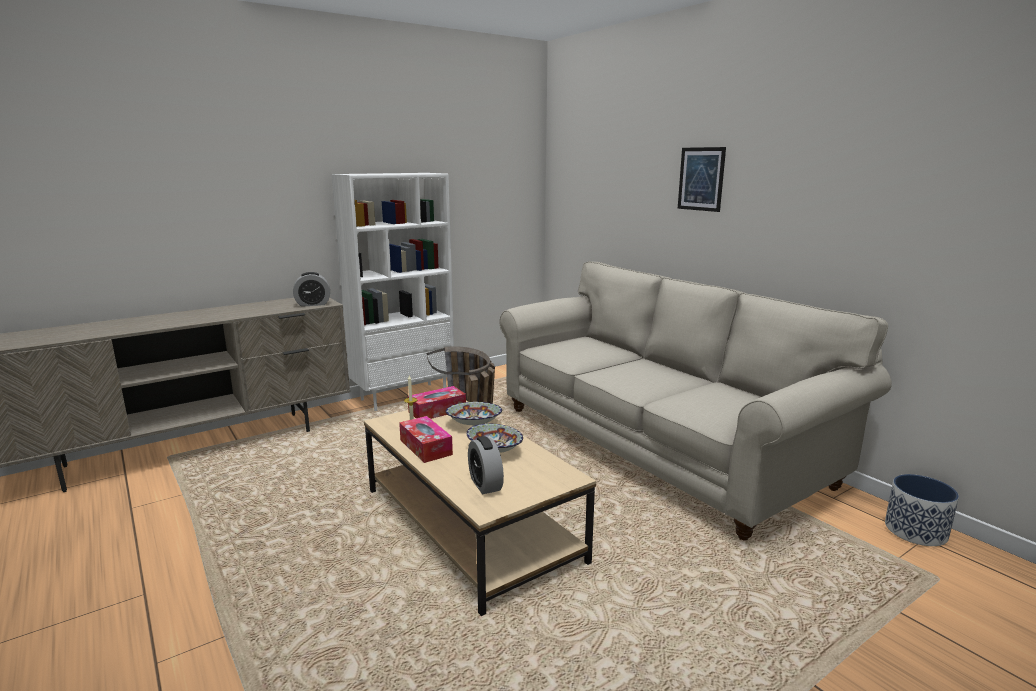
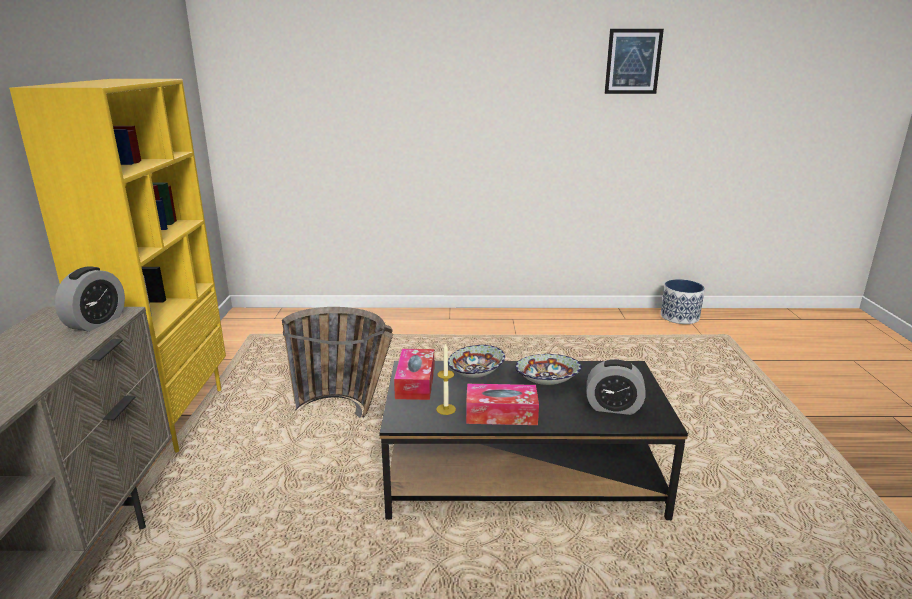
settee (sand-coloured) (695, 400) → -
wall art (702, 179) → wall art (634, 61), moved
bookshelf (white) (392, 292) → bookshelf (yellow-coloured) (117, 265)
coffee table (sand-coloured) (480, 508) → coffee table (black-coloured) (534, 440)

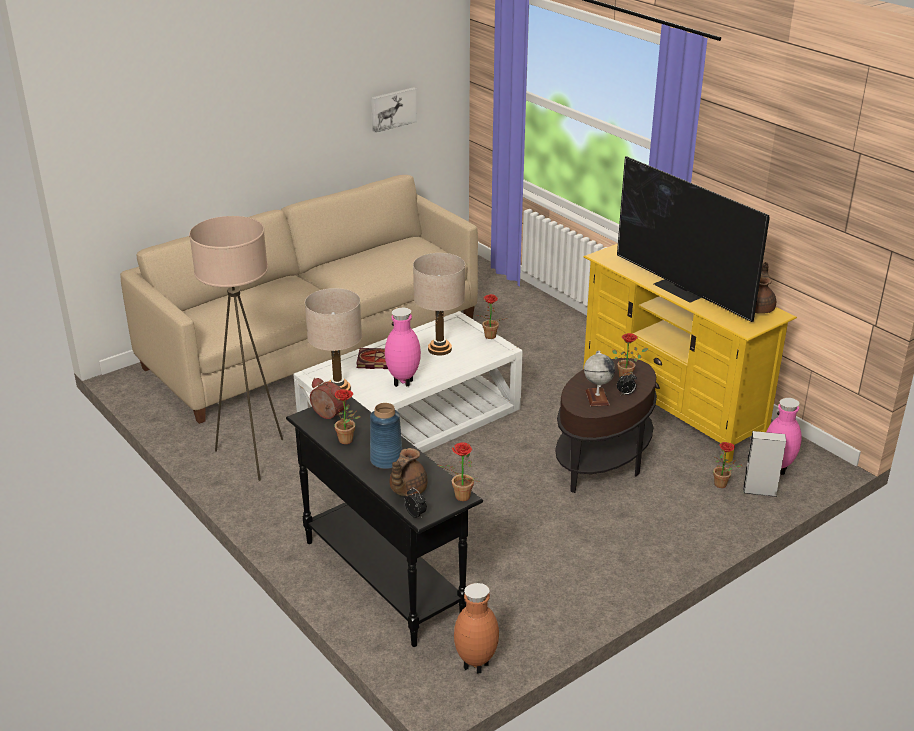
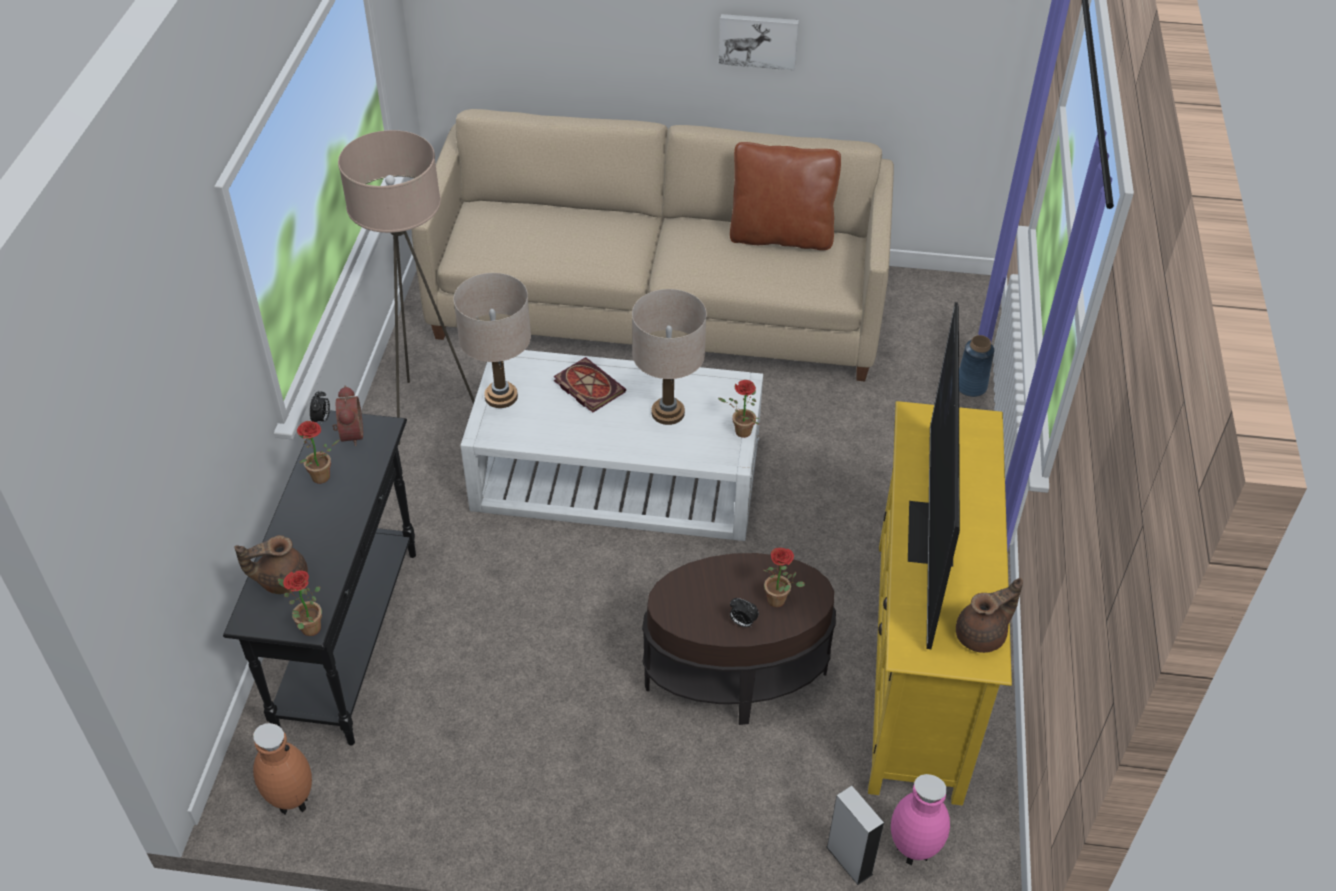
decorative vase (pink-coloured) (403, 347) → -
desk globe (599, 378) → -
potted plant (727, 465) → -
- → pillow (brown) (785, 196)
decorative vase (bluish) (386, 436) → decorative vase (bluish) (976, 366), moved
wall art (394, 110) → wall art (759, 42), moved
table clock (416, 503) → table clock (320, 407), moved

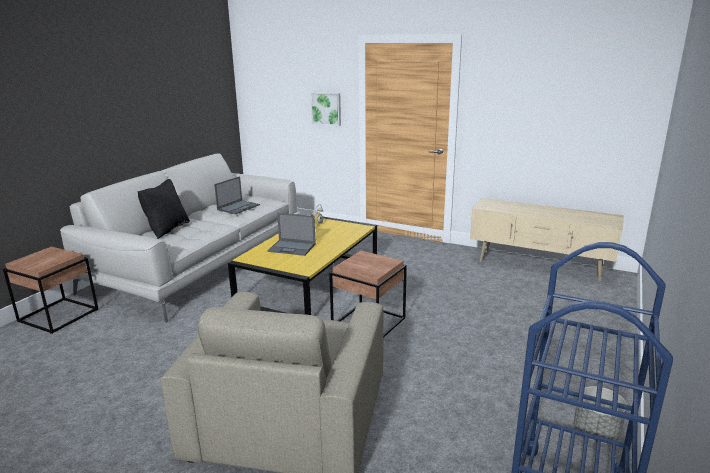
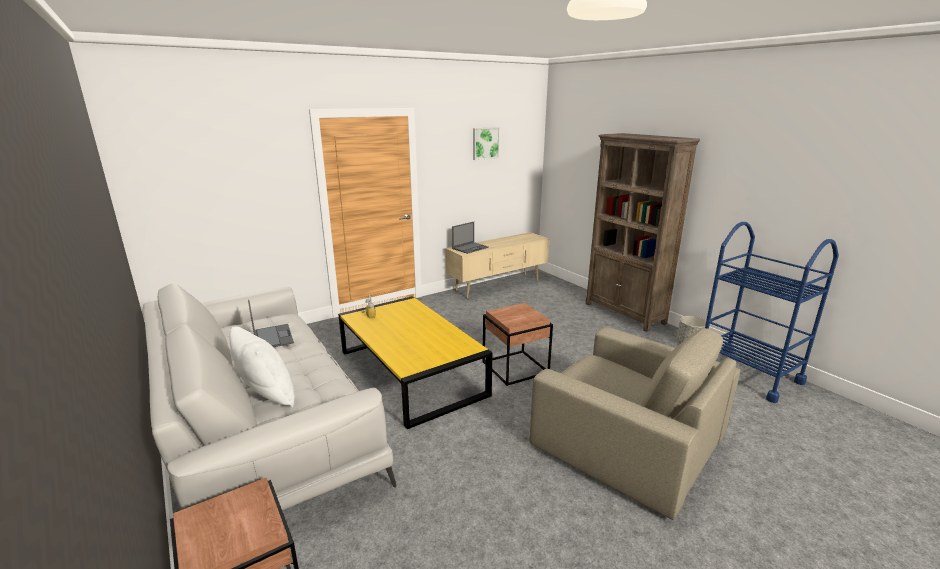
- → bookshelf (brown) (643, 232)
portable computer (291, 234) → portable computer (470, 238), moved
wall art (326, 109) → wall art (486, 143), moved
pillow (black-coloured) (163, 209) → pillow (white) (262, 366)

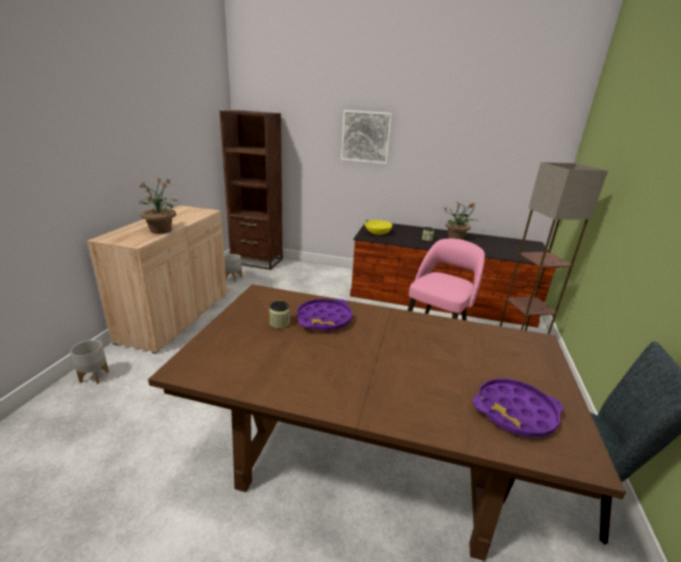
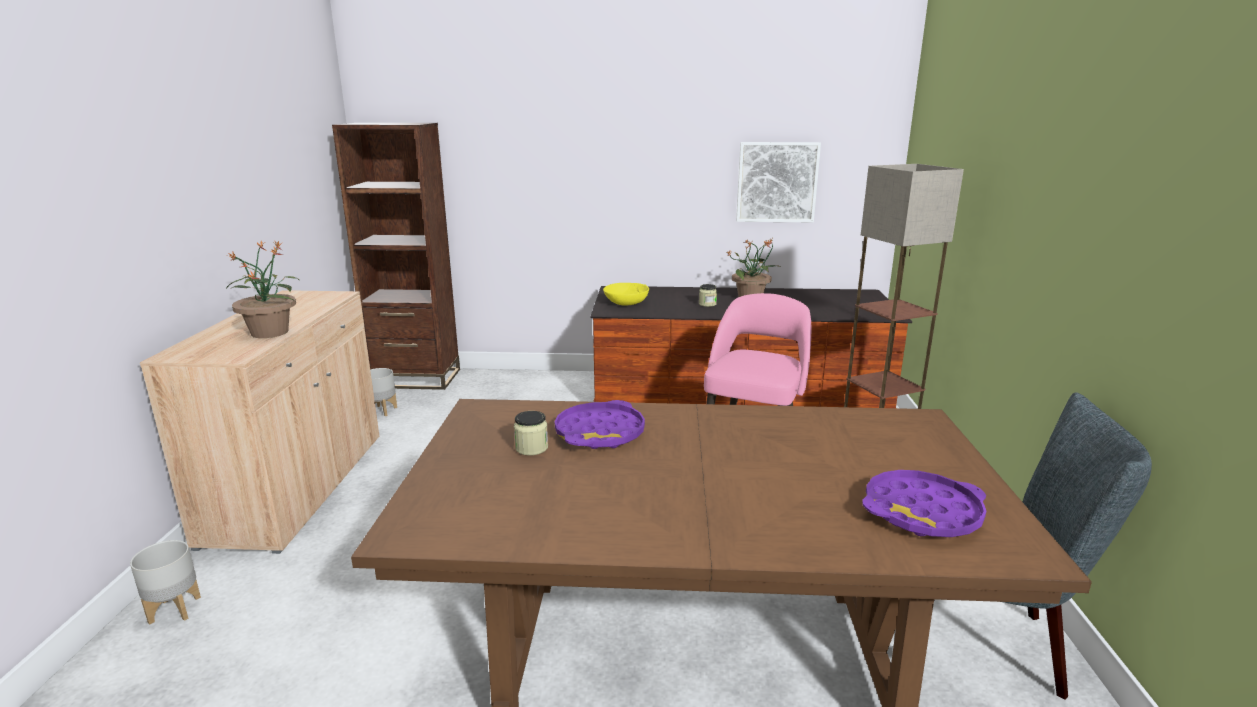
wall art (366, 137) → wall art (778, 182), moved

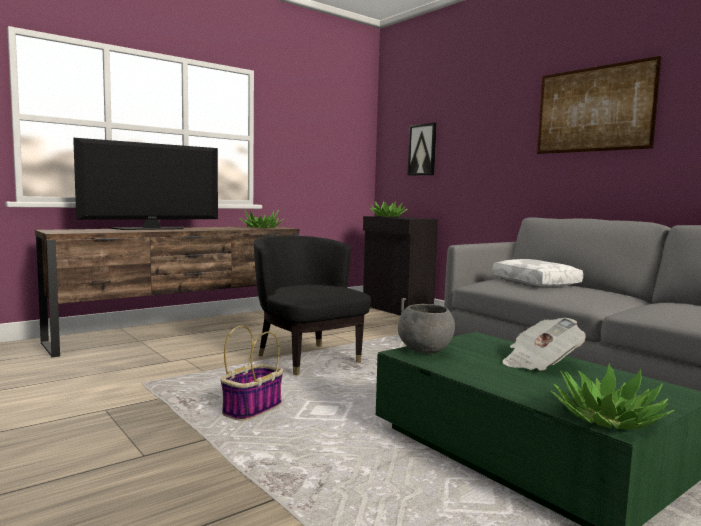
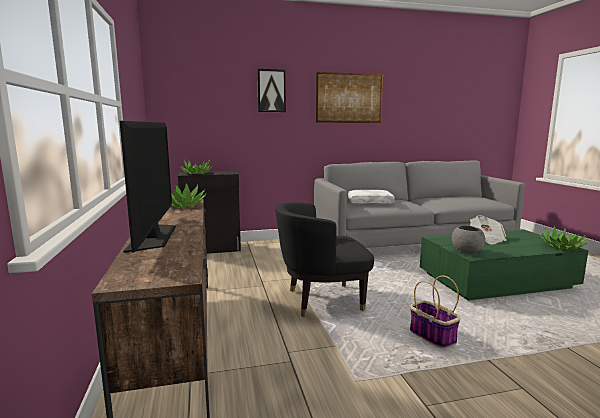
wall art (422, 149) → wall art (271, 90), moved

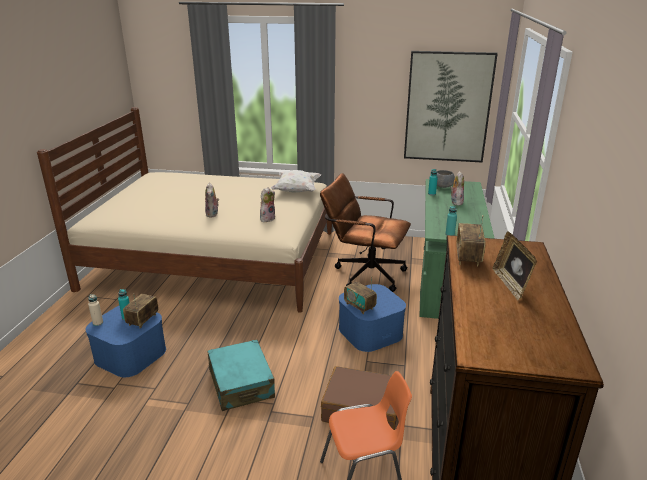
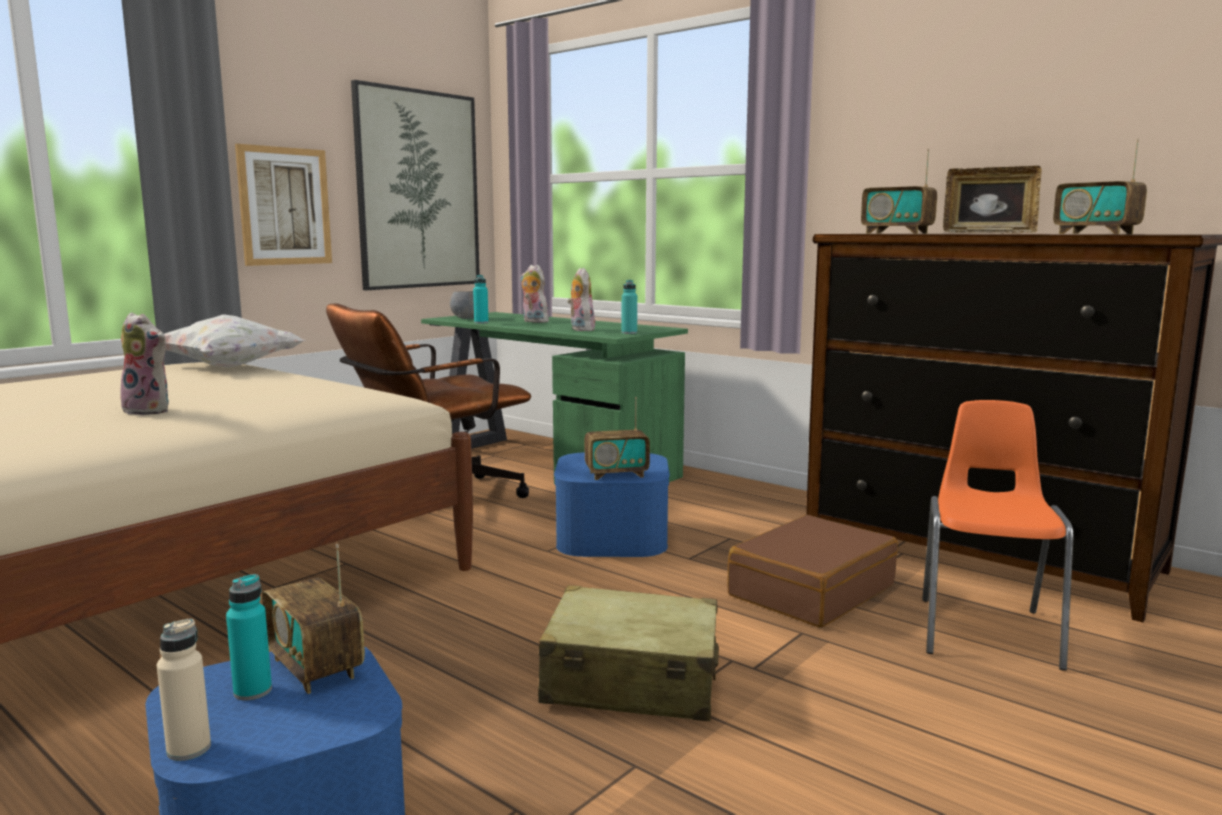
- → wall art (283, 205)
- → radio (1100, 186)
soft toy (267, 204) → soft toy (581, 299), moved
piece of luggage (blue-green) (241, 375) → piece of luggage (sand-coloured) (628, 653)

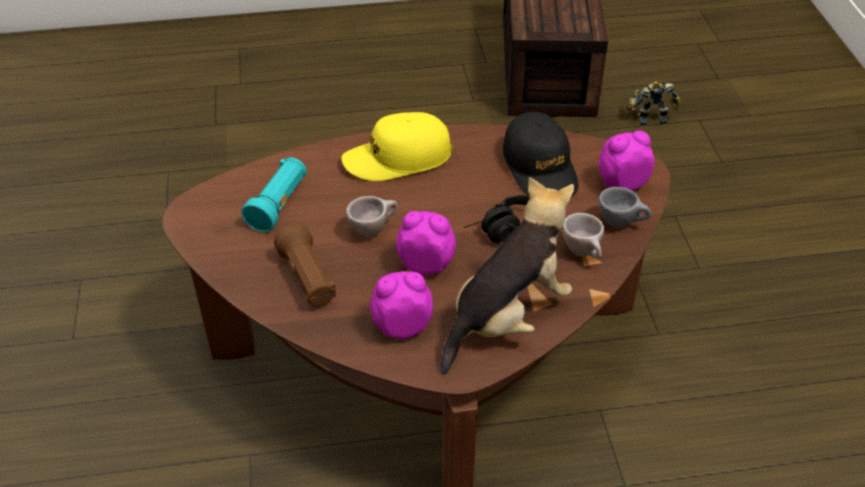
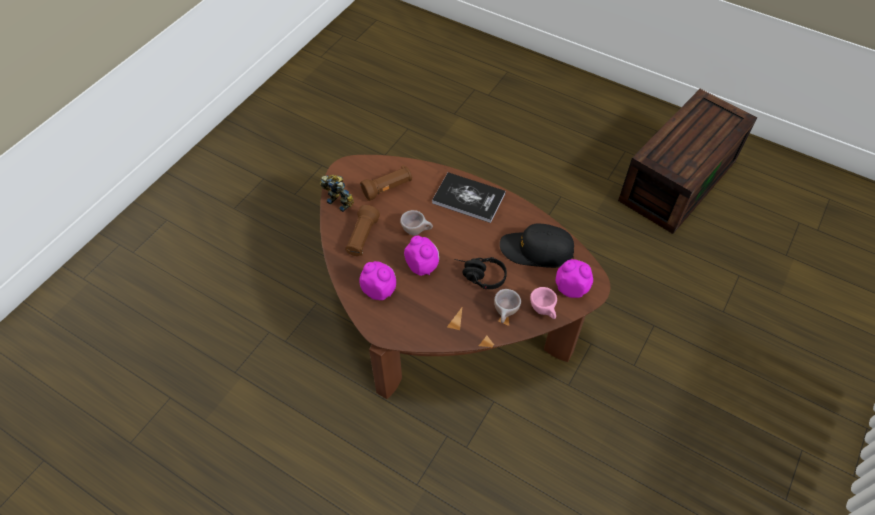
soft toy (507, 276) → -
robot figure (654, 103) → robot figure (337, 193), moved
peaked cap (yellow-coloured) (397, 146) → bound book (469, 197)
torch (blue-green) (274, 194) → torch (brown) (386, 183)
drinking cup (greyish) (625, 207) → drinking cup (pink-coloured) (543, 303)
peaked cap (black-coloured) (540, 154) → peaked cap (black-coloured) (537, 245), 75 degrees clockwise

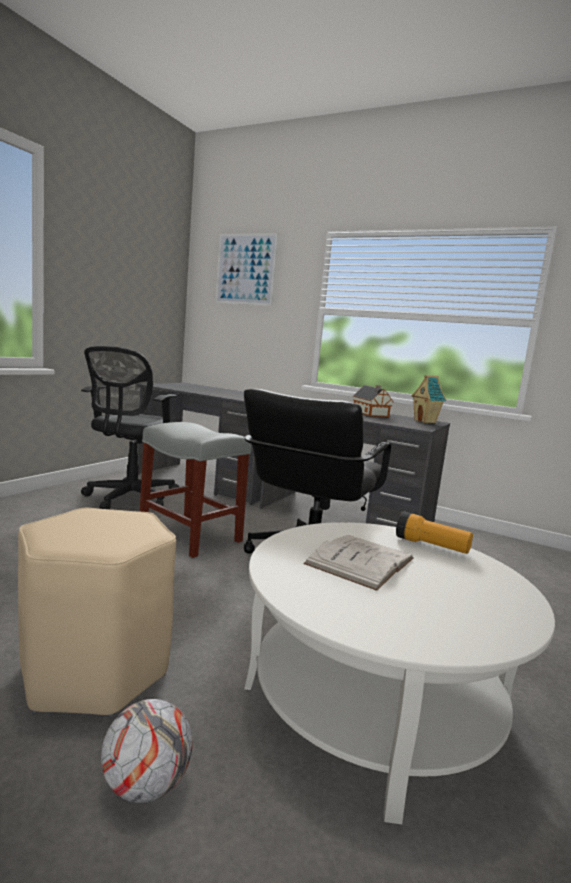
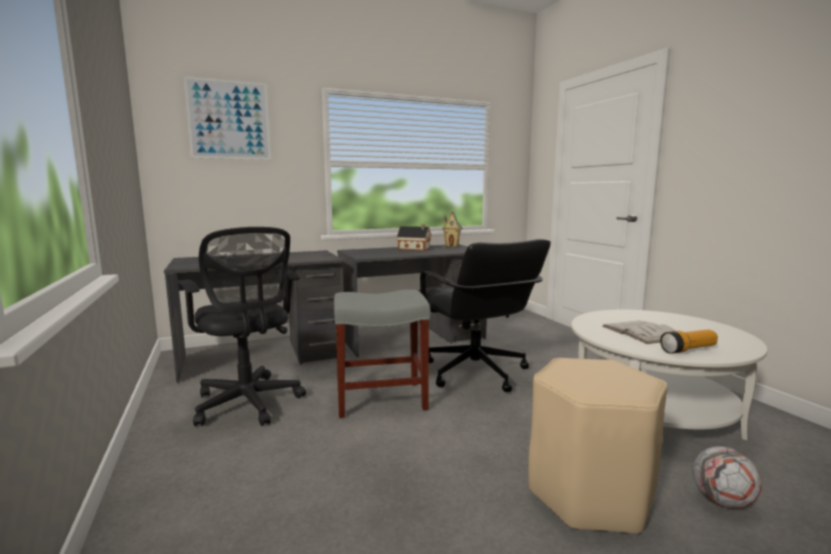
torch (434, 533) → torch (689, 341), moved

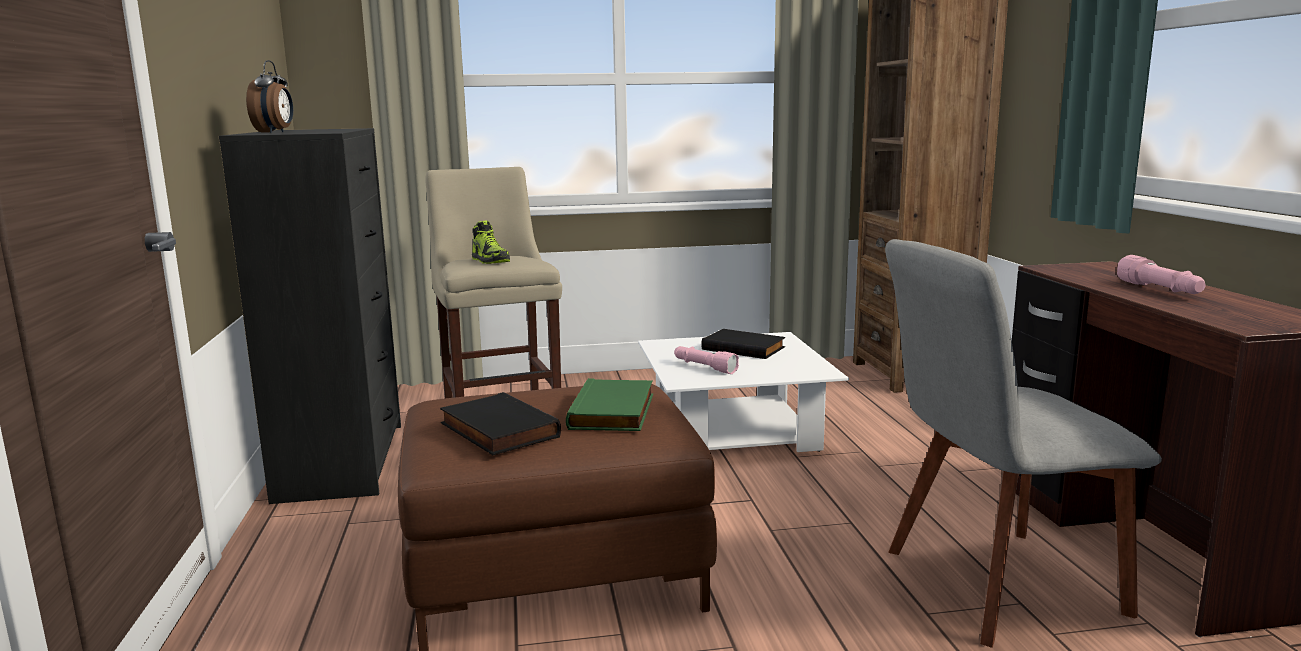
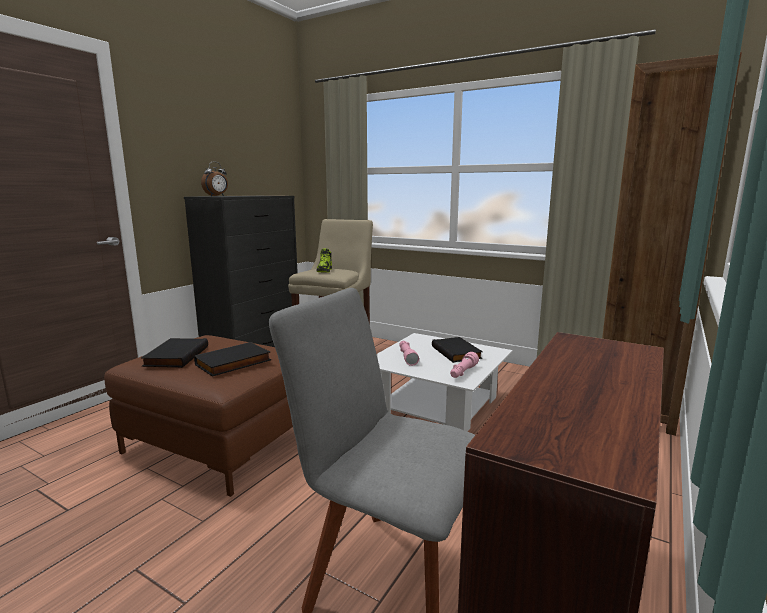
torch (pink-coloured) (1161, 274) → torch (pink-coloured) (464, 365), moved
bound book (green) (609, 404) → bound book (black-coloured) (232, 359)

